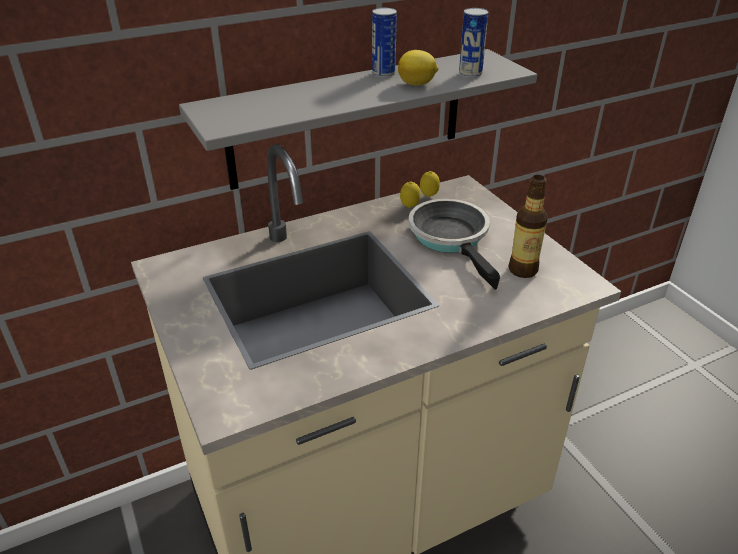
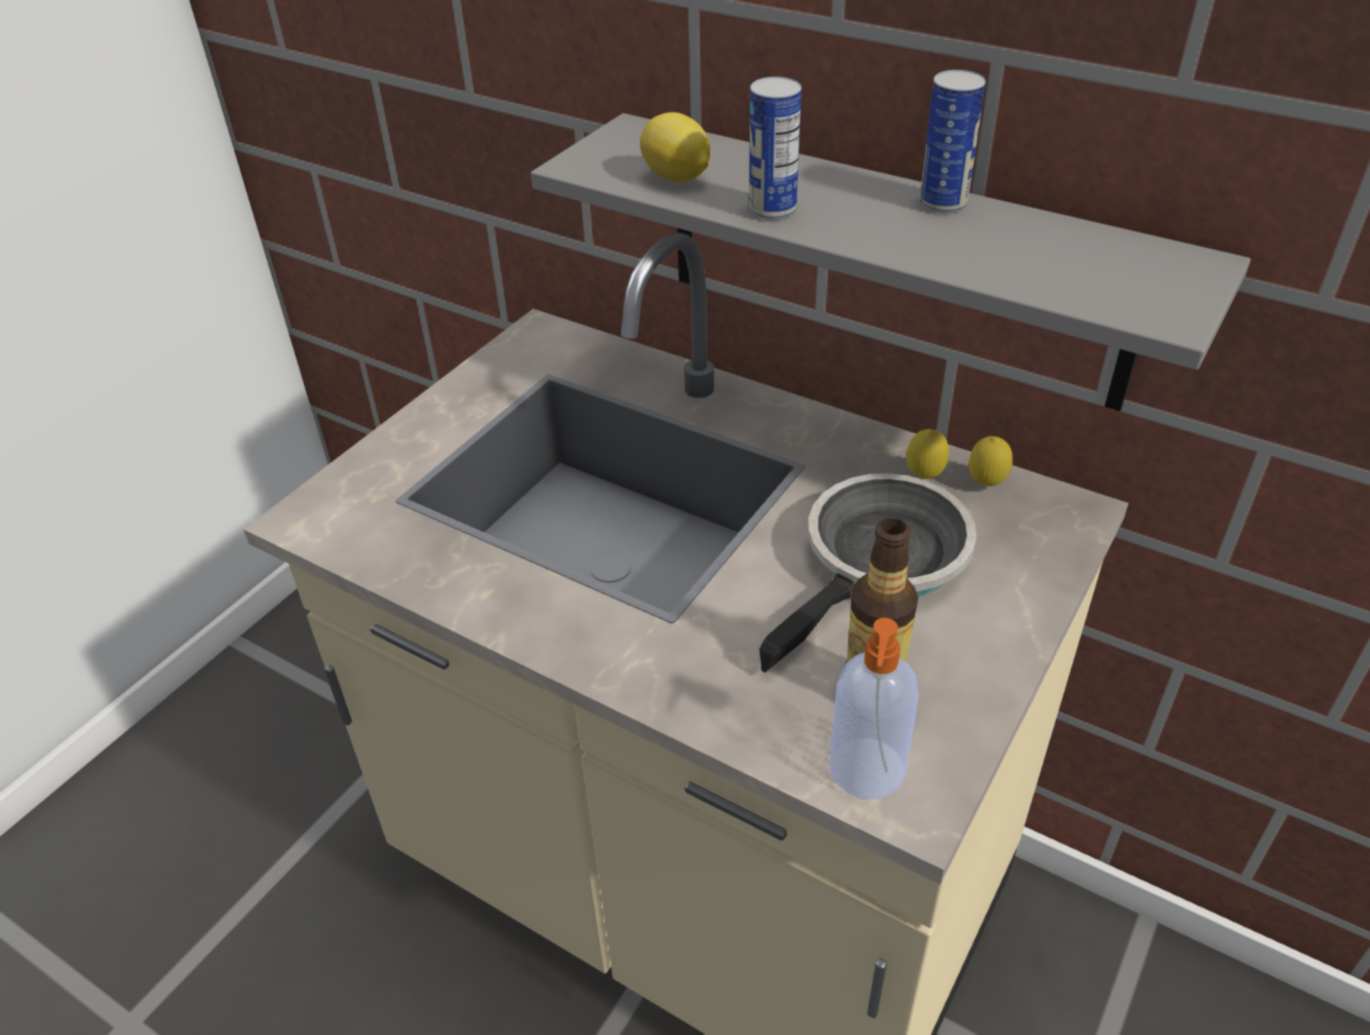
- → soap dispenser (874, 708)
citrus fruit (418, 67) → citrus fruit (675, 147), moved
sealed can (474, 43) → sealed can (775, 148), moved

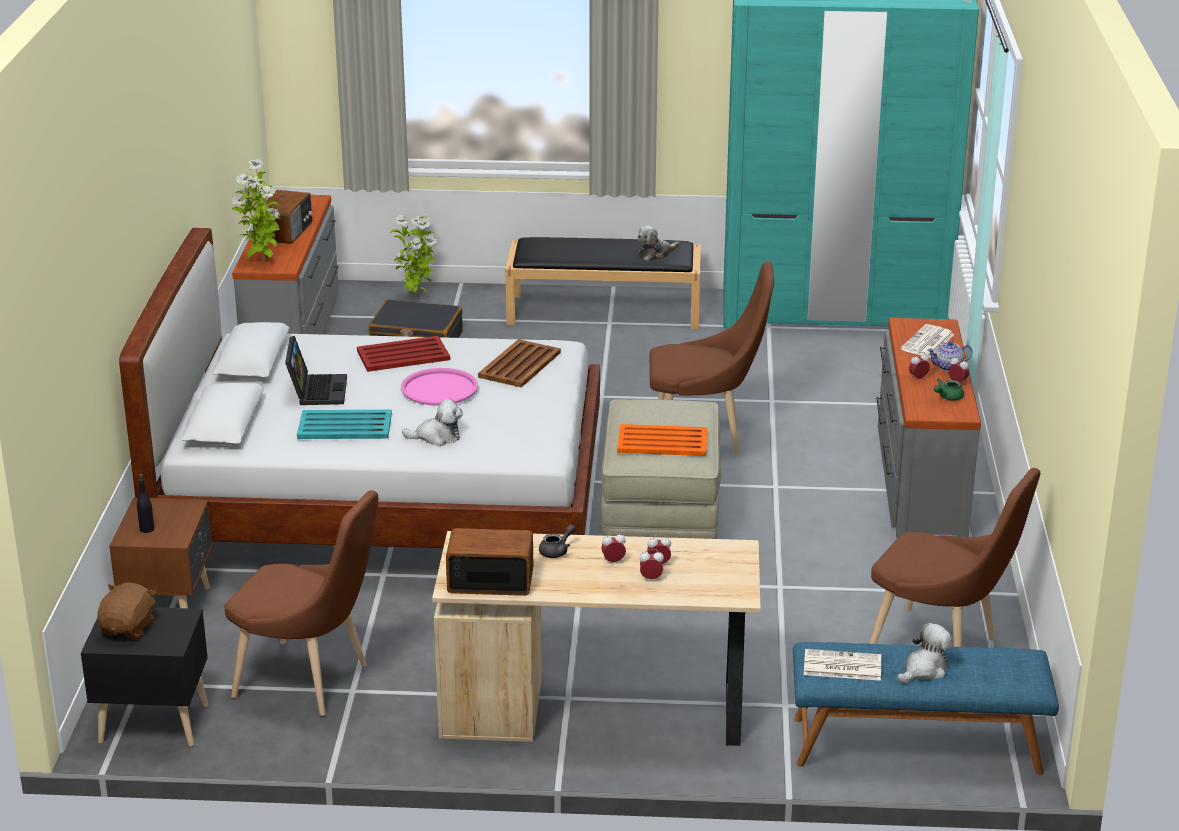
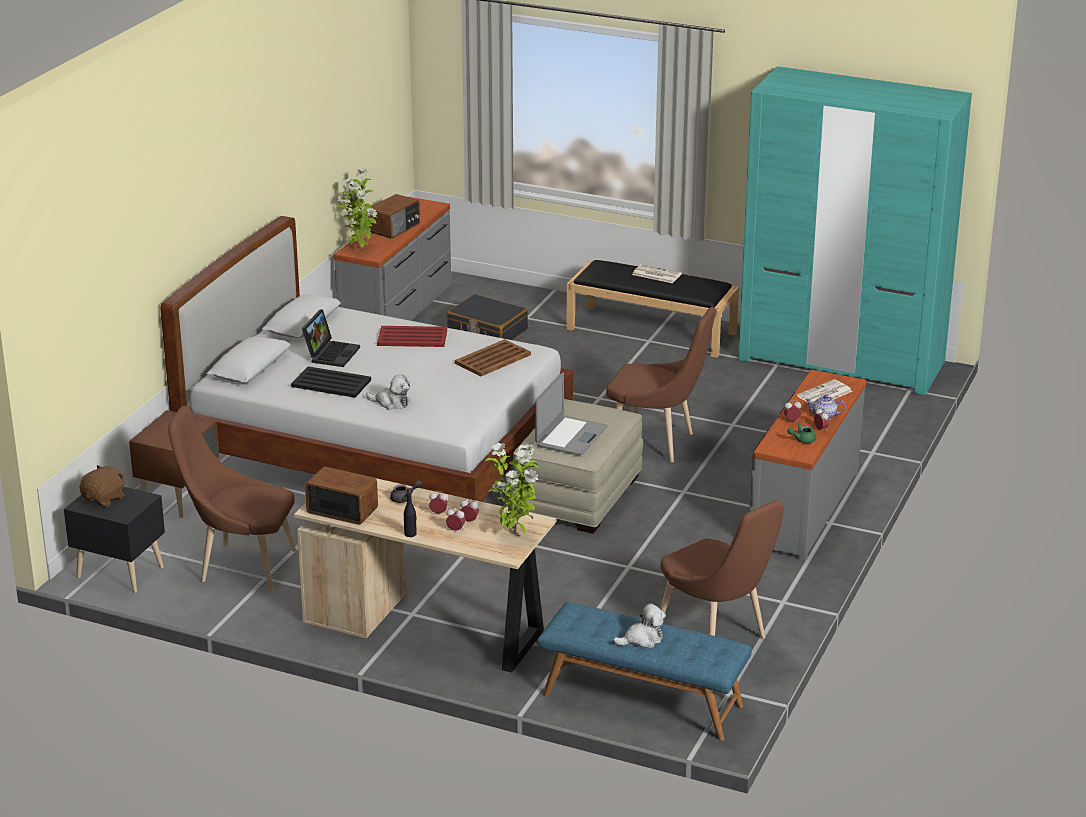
serving tray (pink-coloured) (439, 387) → -
soft toy (658, 243) → -
drink bottle (black-coloured) (145, 503) → drink bottle (black-coloured) (410, 512), moved
potted plant (413, 256) → potted plant (512, 489), moved
daily paper (842, 665) → daily paper (657, 273), moved
serving tray (orange-coloured) (662, 440) → portable computer (571, 413)
serving tray (blue-green) (344, 424) → serving tray (black-coloured) (331, 382)
chair (brown) (301, 603) → chair (brown) (232, 498), 150 degrees clockwise

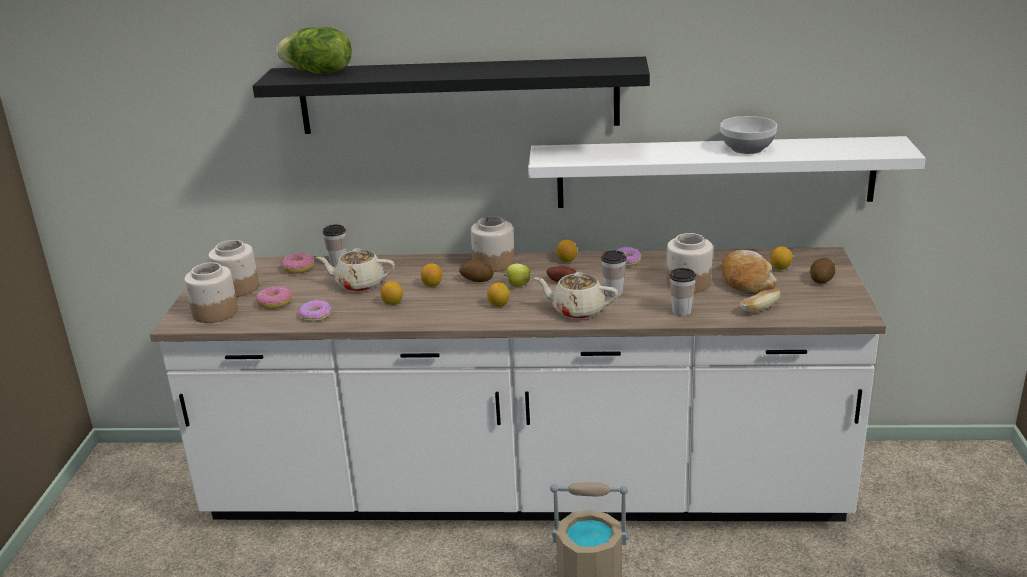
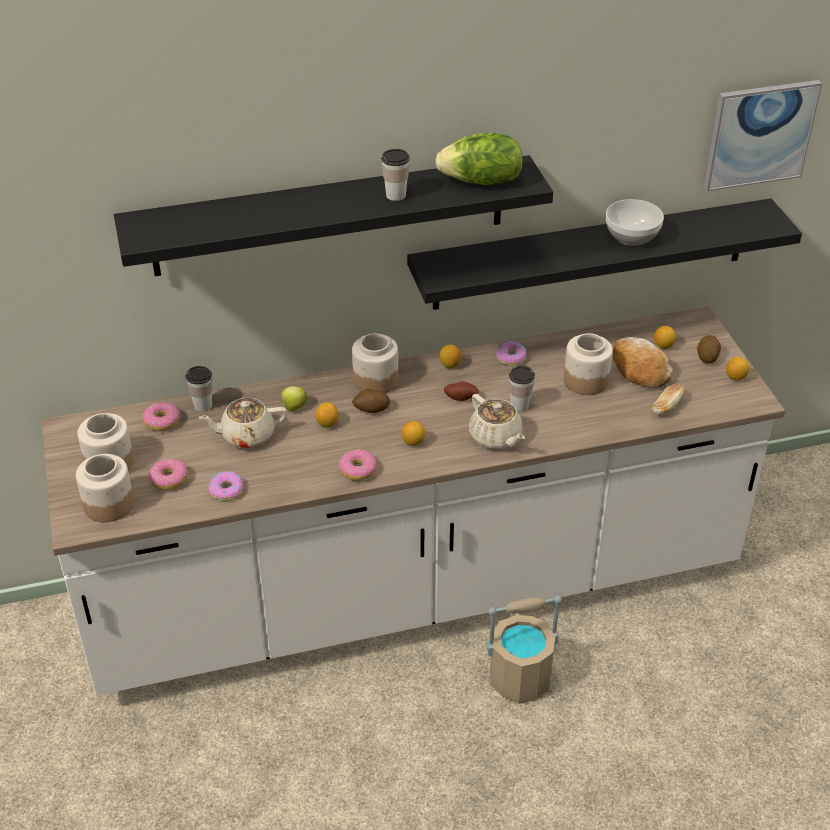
- → donut (357, 465)
- → wall art (763, 135)
head of lettuce (314, 50) → head of lettuce (479, 159), moved
citrus fruit (392, 293) → citrus fruit (738, 368), moved
apple fruit (517, 275) → apple fruit (293, 398), moved
drinking cup (682, 292) → drinking cup (395, 175), moved
bracket shelf (white) (727, 172) → bracket shelf (black-coloured) (604, 254)
pot for tea (sand-coloured) (576, 295) → pot for tea (sand-coloured) (497, 421), 120 degrees counterclockwise

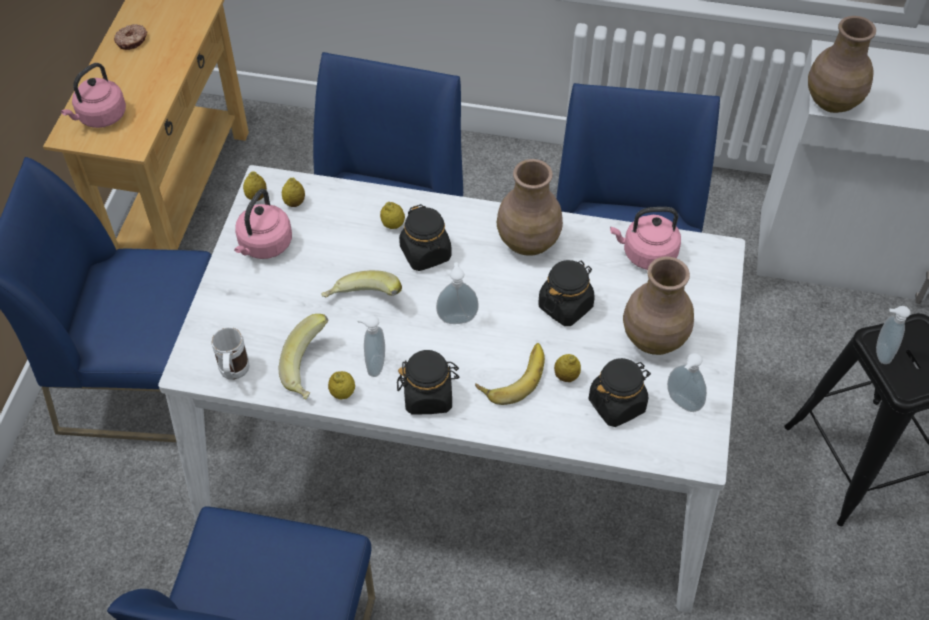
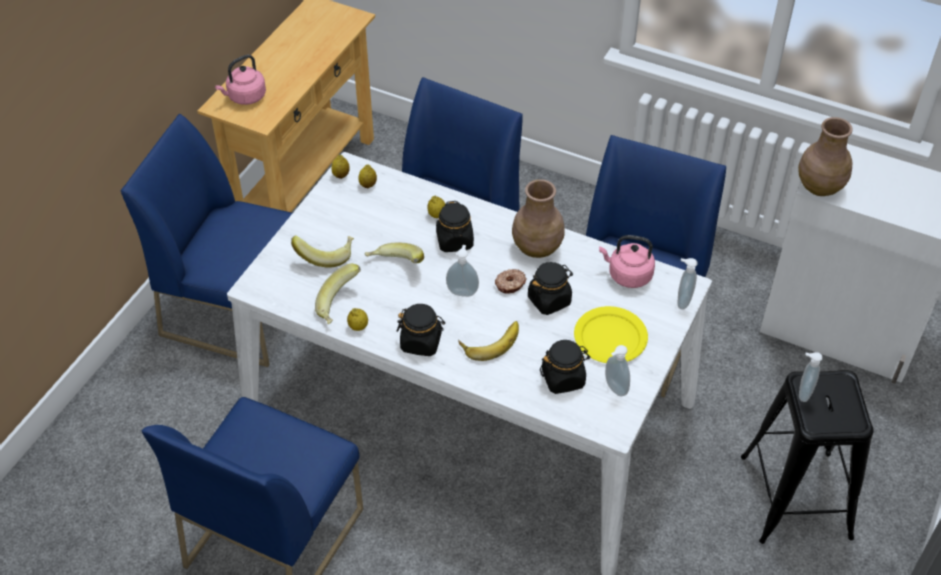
mug (white) (230, 353) → -
tea kettle (pink-coloured) (263, 224) → -
citrus fruit (567, 368) → -
- → banana (322, 252)
donut (130, 37) → donut (511, 281), moved
soap dispenser (371, 346) → soap dispenser (687, 284), moved
decorative vase (brown) (658, 305) → flat dish (yellow-coloured) (611, 334)

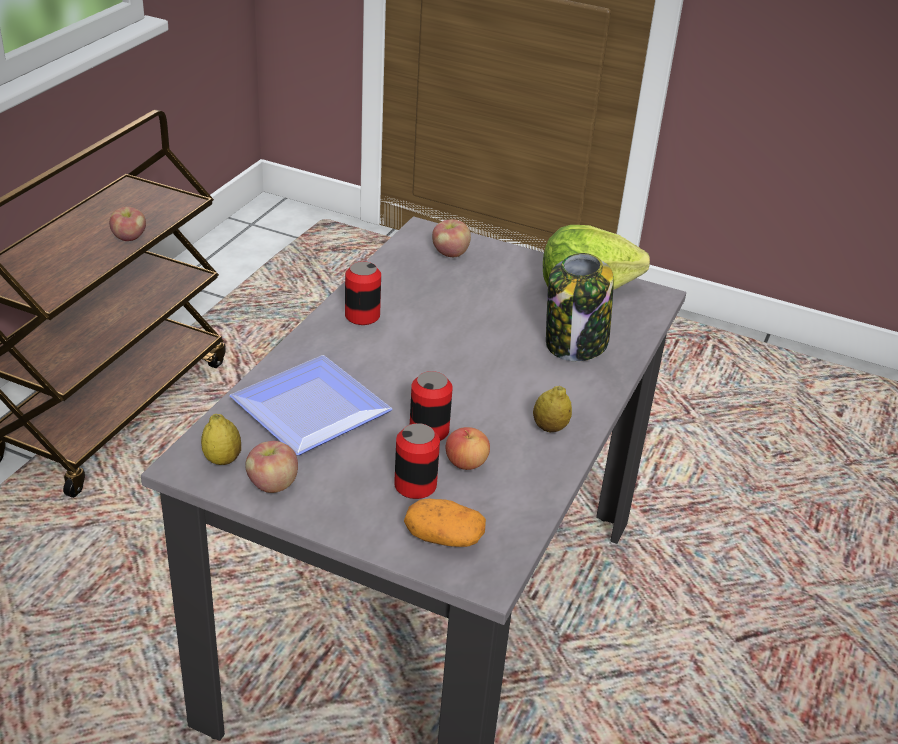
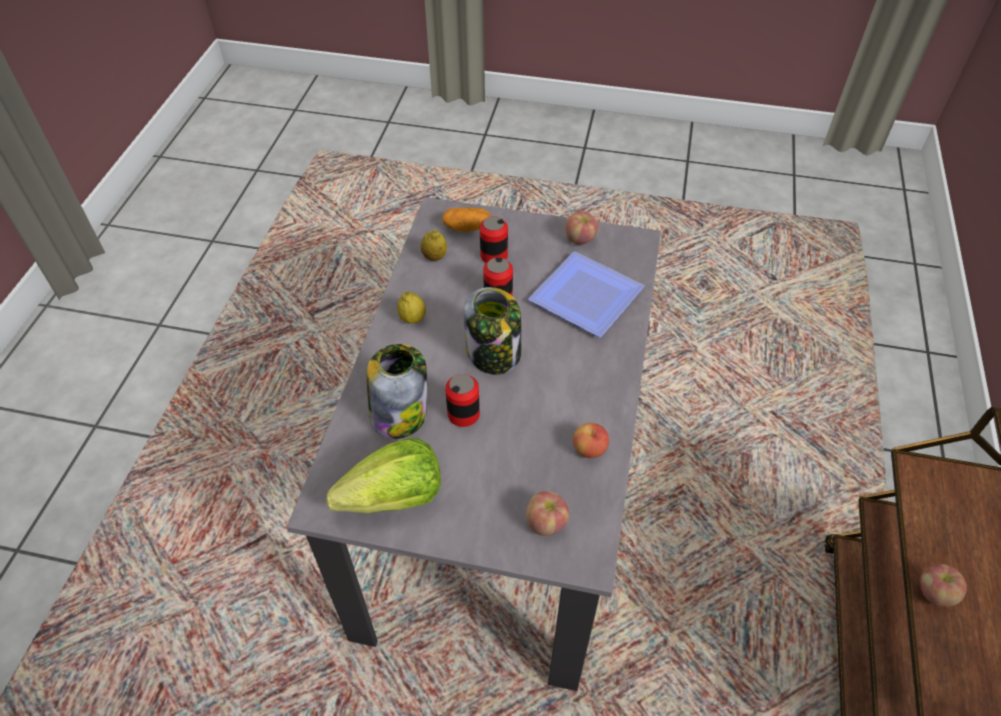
- → storage jar (492, 331)
citrus fruit (221, 439) → citrus fruit (434, 245), moved
sealed can (363, 293) → sealed can (462, 400), moved
apple fruit (468, 448) → apple fruit (591, 440), moved

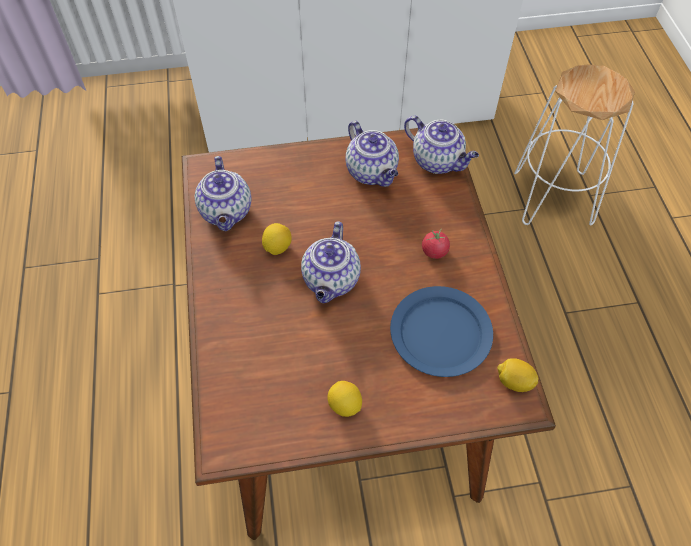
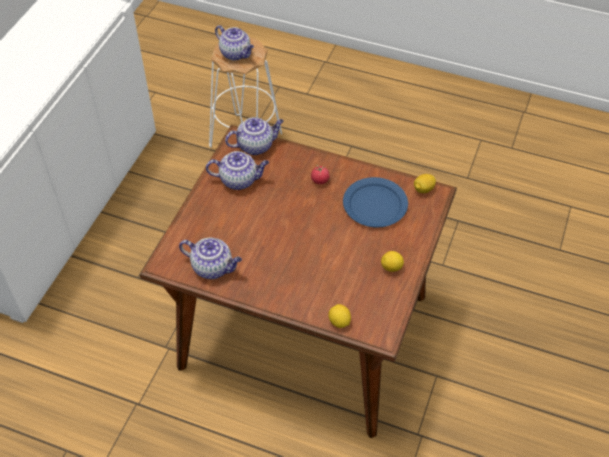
citrus fruit (277, 239) → citrus fruit (339, 316), moved
pot for tea (331, 262) → pot for tea (234, 43), moved

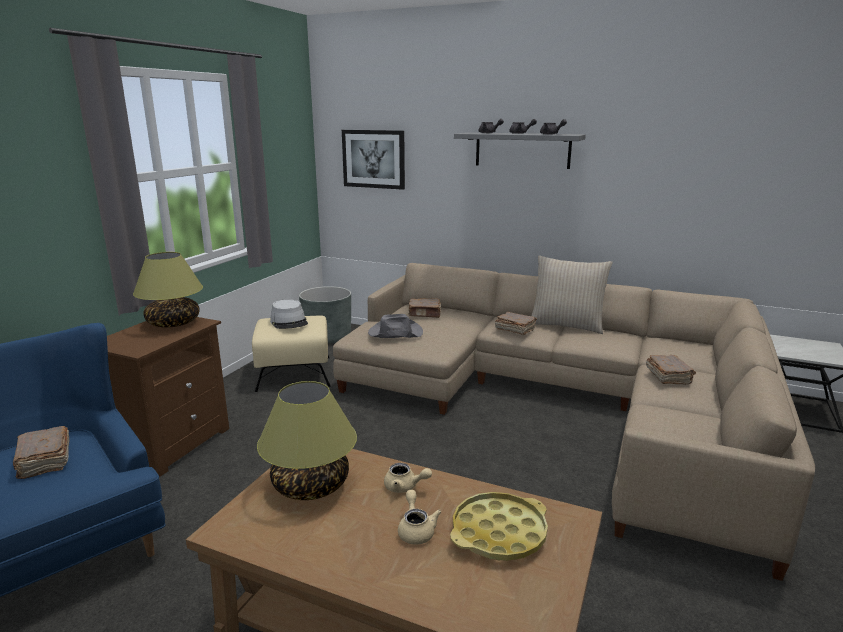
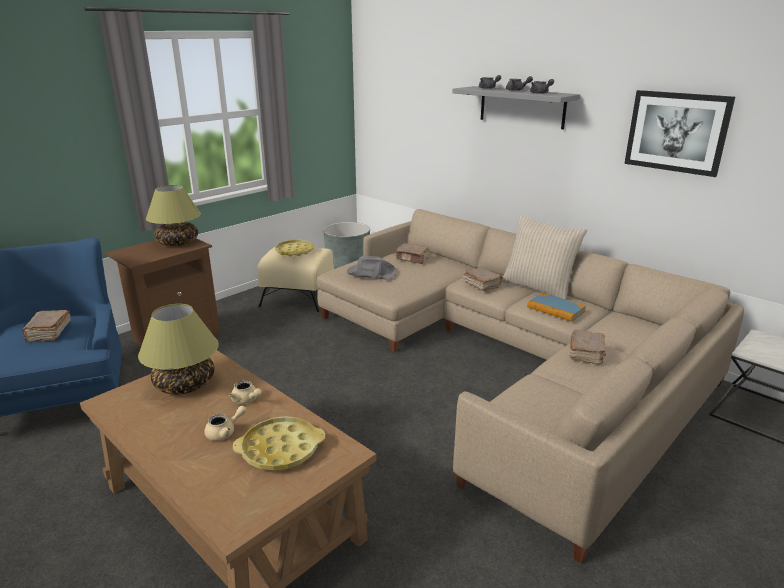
- → bound book (556, 307)
wall art (373, 160) → wall art (679, 133), moved
wearable hat (greyish) (289, 314) → serving tray (yellow-coloured) (294, 248)
pot for tea (sand-coloured) (419, 517) → pot for tea (sand-coloured) (225, 423), 45 degrees clockwise

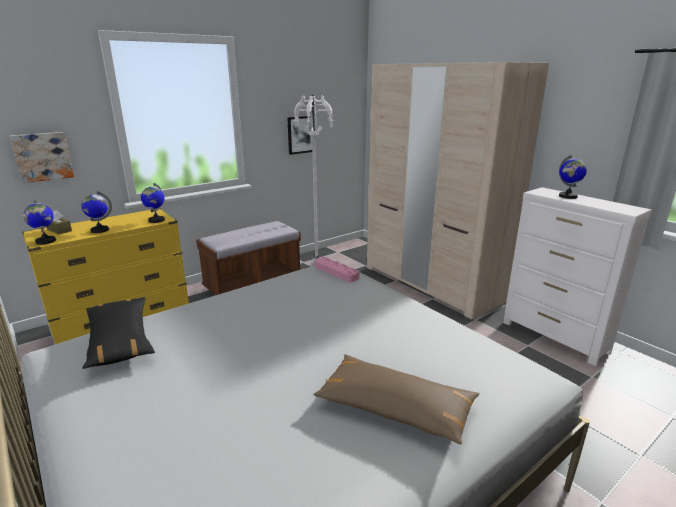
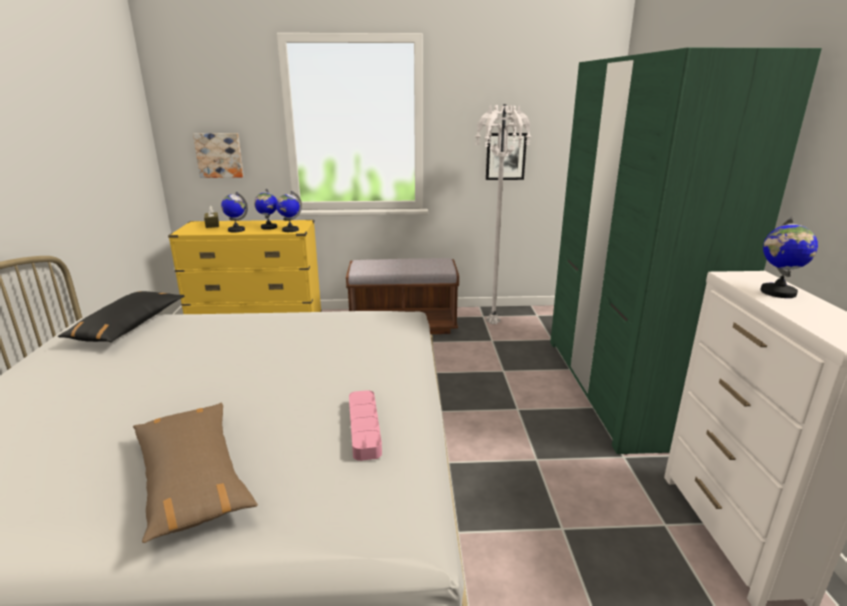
desk globe (39, 222) → desk globe (265, 209), moved
serving tray (pink-coloured) (337, 269) → serving tray (pink-coloured) (365, 425), moved
wardrobe (sand-coloured) (458, 190) → wardrobe (green) (686, 251)

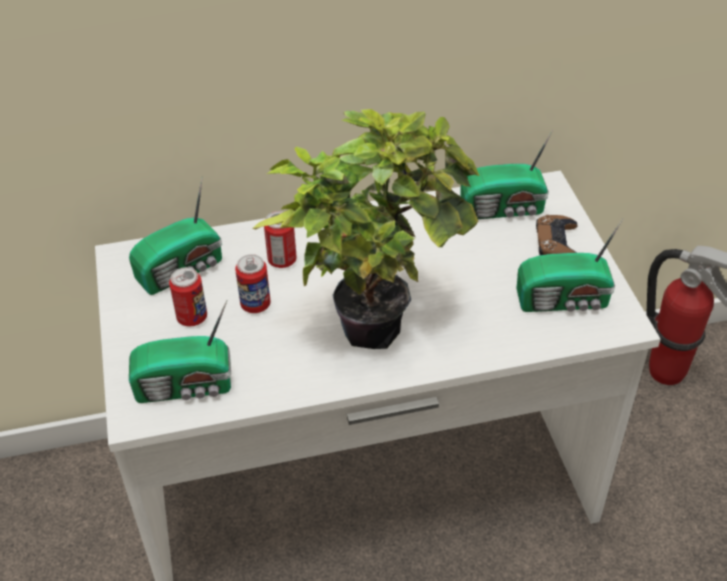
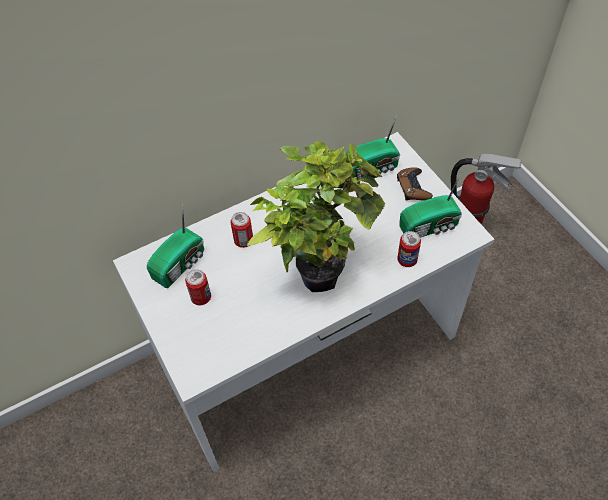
radio (180, 351) → -
sealed can (252, 283) → sealed can (409, 249), moved

